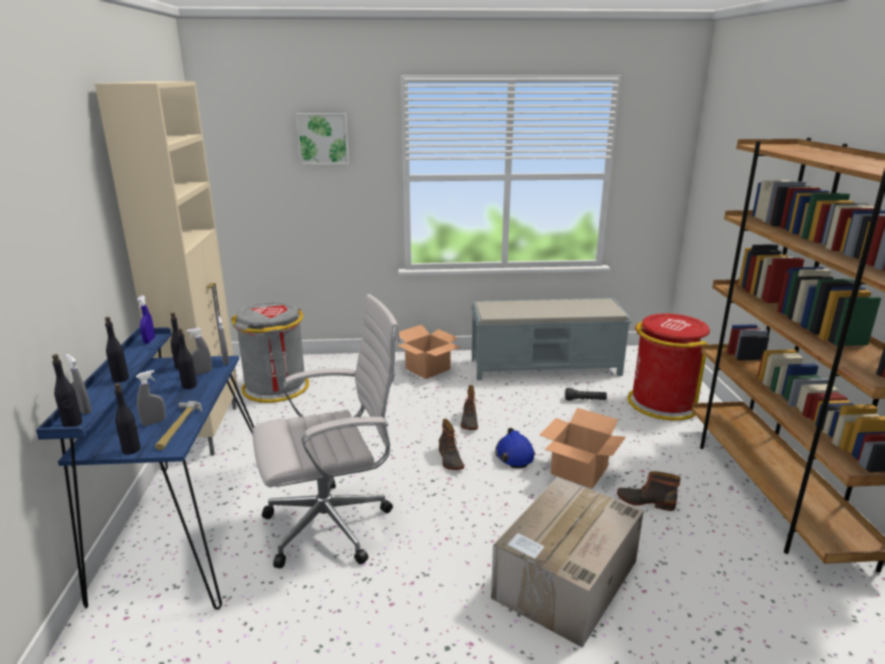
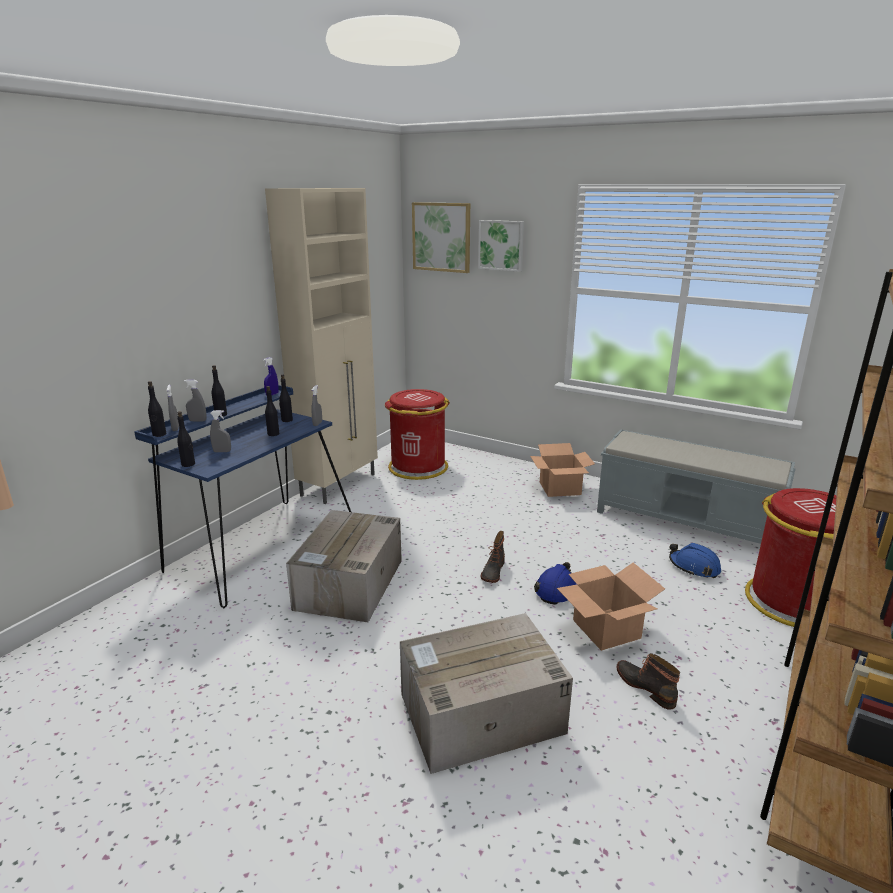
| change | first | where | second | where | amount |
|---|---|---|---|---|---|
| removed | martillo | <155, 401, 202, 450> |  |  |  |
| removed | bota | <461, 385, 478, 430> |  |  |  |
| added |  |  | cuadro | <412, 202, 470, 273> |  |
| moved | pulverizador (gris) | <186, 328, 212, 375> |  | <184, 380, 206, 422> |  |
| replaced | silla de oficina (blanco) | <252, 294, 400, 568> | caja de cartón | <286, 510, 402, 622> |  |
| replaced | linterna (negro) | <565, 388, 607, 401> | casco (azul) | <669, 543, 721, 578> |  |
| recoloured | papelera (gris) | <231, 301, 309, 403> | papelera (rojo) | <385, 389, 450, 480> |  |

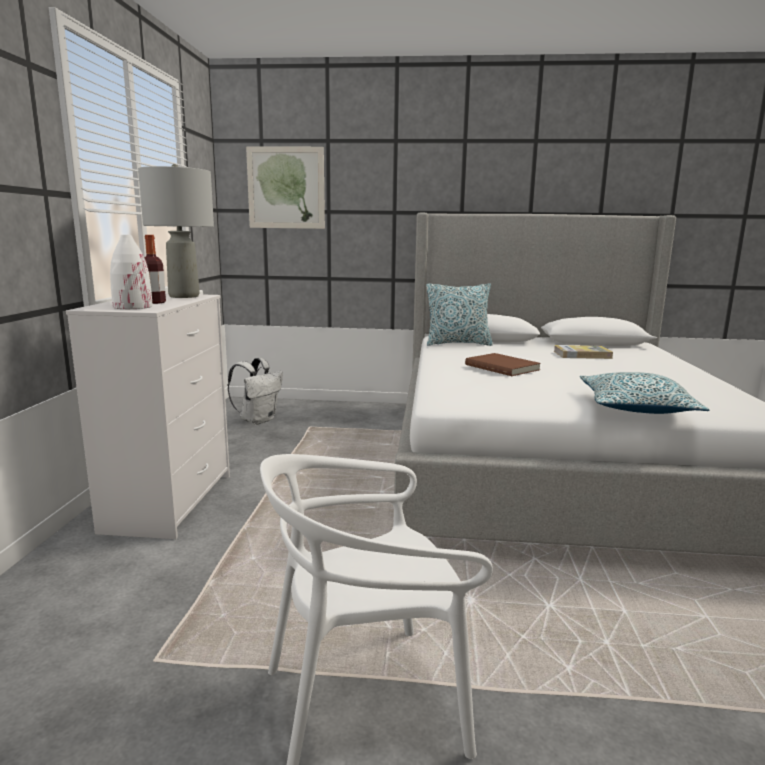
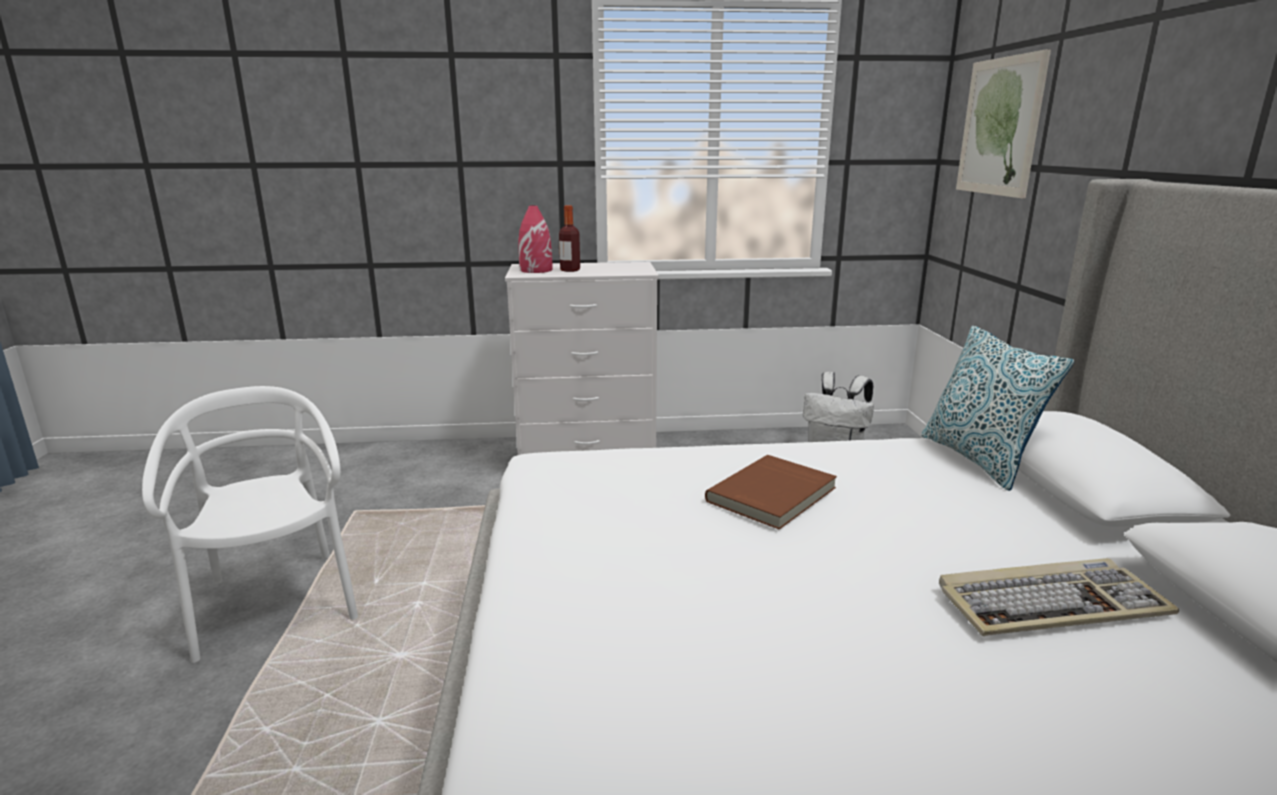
| change | first | where | second | where | amount |
|---|---|---|---|---|---|
| removed | lámpara de mesa (gris) | <138, 164, 214, 298> |  |  |  |
| removed | cojín | <580, 372, 710, 414> |  |  |  |
| replaced | libro | <554, 345, 613, 359> | teclado | <939, 558, 1179, 636> |  |
| recoloured | florero (blanco) | <110, 235, 152, 309> | florero (rojo) | <518, 205, 553, 273> |  |

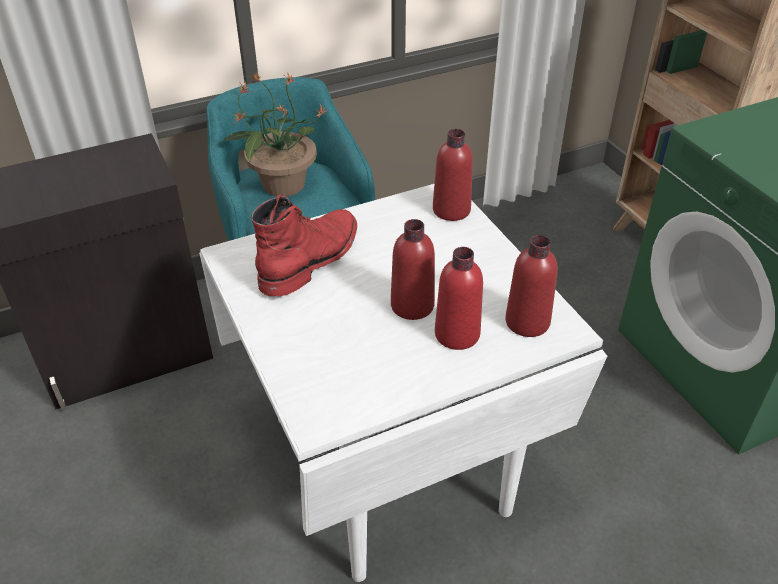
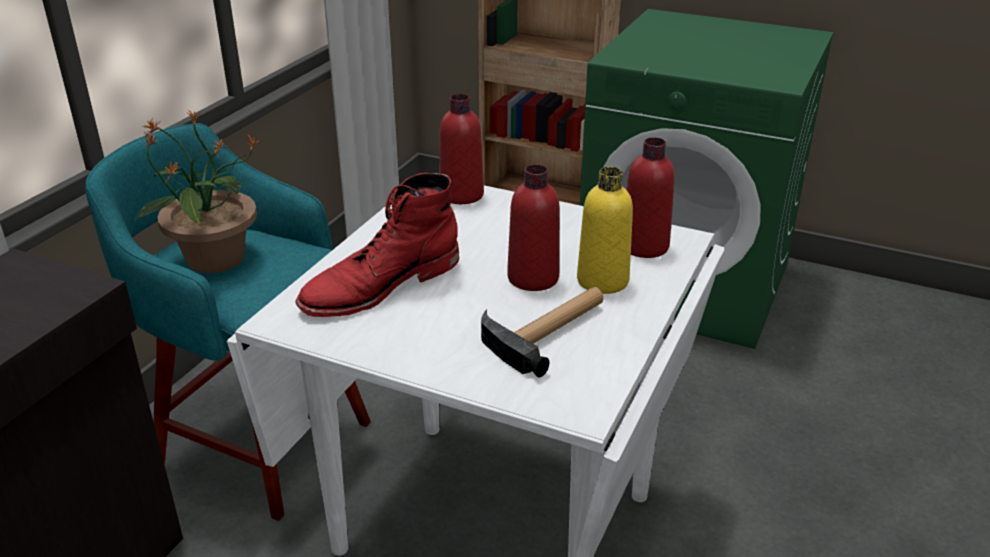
| change | first | where | second | where | amount |
|---|---|---|---|---|---|
| added |  |  | martillo | <481, 287, 603, 377> |  |
| recoloured | botella (rojo) | <435, 247, 483, 350> | botella (amarillo) | <577, 167, 633, 294> |  |
| turned | bota (rojo) | <252, 195, 357, 296> |  | <295, 173, 459, 317> | 120 degrees counterclockwise |

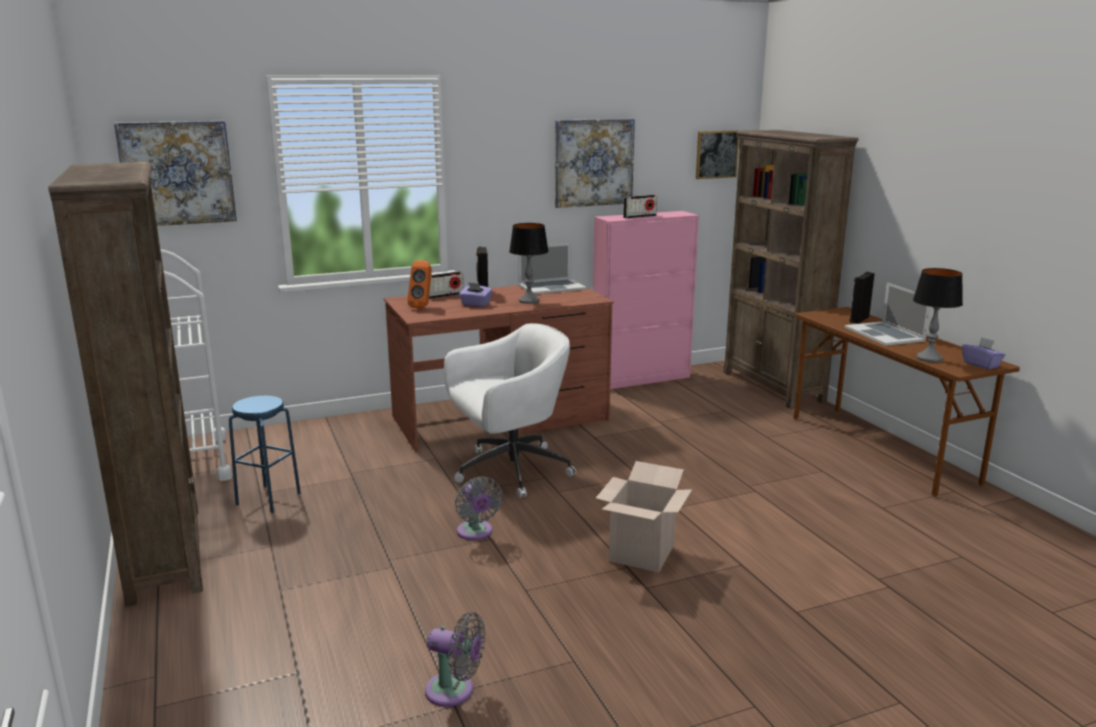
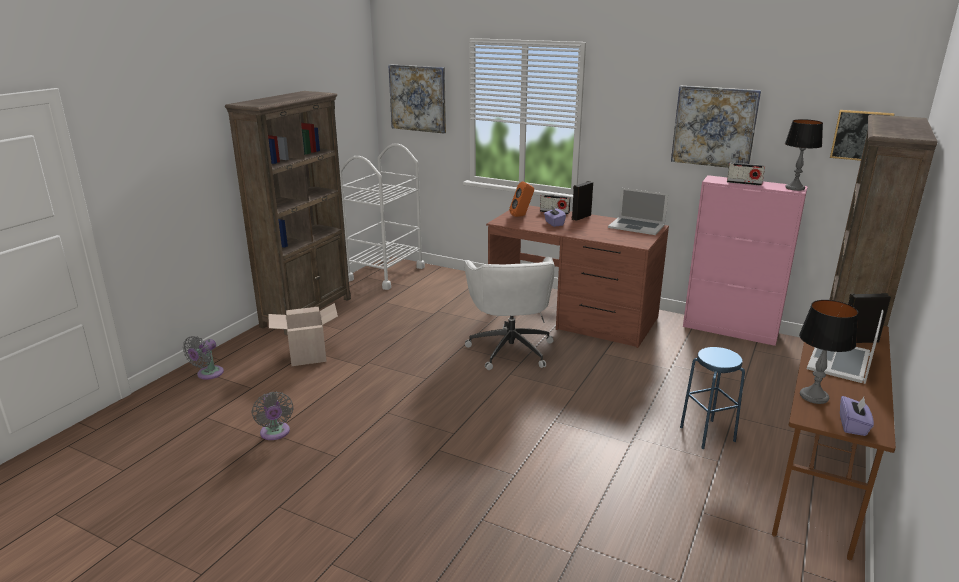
| change | first | where | second | where | amount |
|---|---|---|---|---|---|
| moved | taburete (azul) | <229, 396, 301, 513> |  | <680, 347, 745, 449> |  |
| moved | ventilador (gris) | <455, 476, 503, 540> |  | <183, 336, 224, 380> |  |
| moved | lámpara de mesa | <509, 223, 549, 304> |  | <785, 119, 823, 191> |  |
| moved | caja de cartón | <596, 461, 692, 572> |  | <268, 303, 338, 366> |  |
| turned | silla de oficina (blanco) | <444, 323, 576, 498> |  | <464, 257, 555, 370> | 60 degrees clockwise |

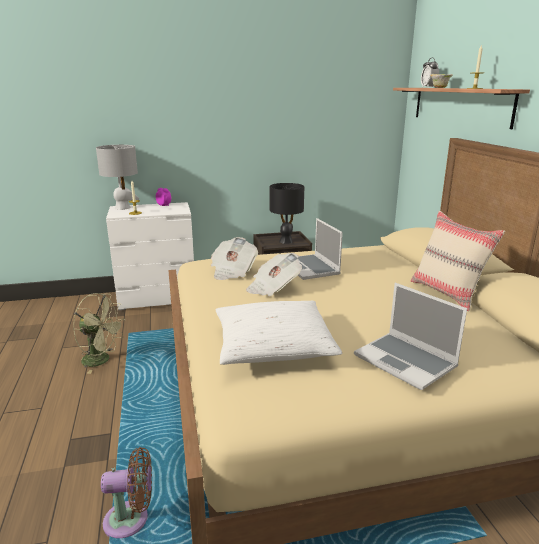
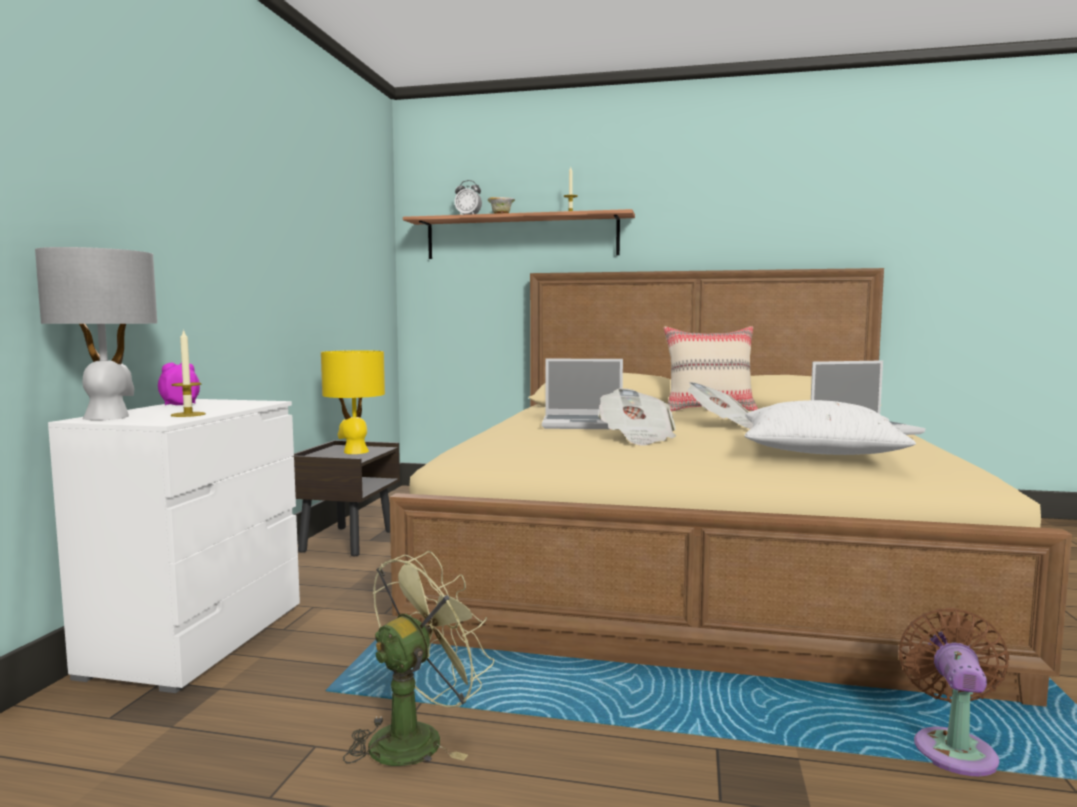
| change | first | where | second | where | amount |
|---|---|---|---|---|---|
| moved | periódico | <211, 237, 258, 280> |  | <688, 382, 753, 429> |  |
| recoloured | lámpara de mesa (negro) | <270, 183, 304, 244> | lámpara de mesa (amarillo) | <321, 350, 385, 454> |  |

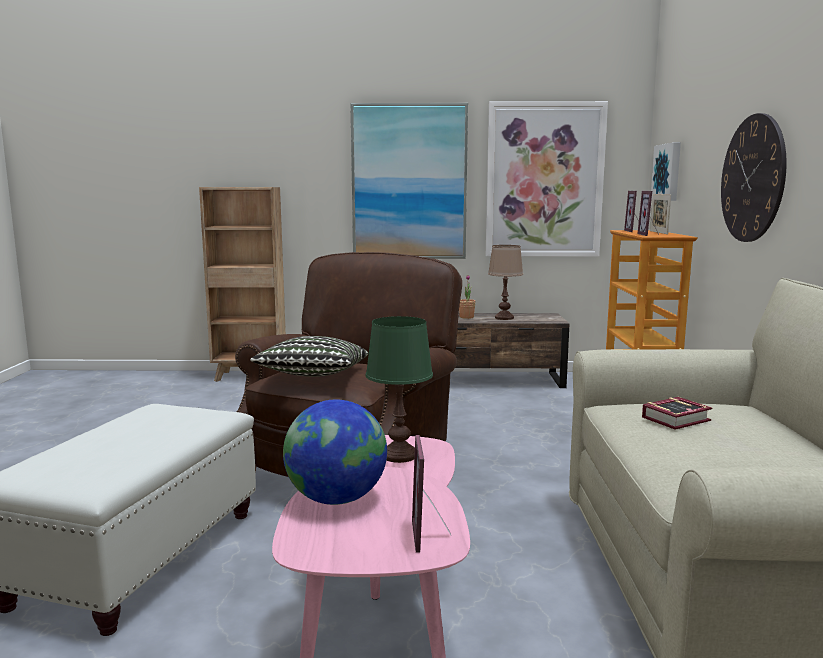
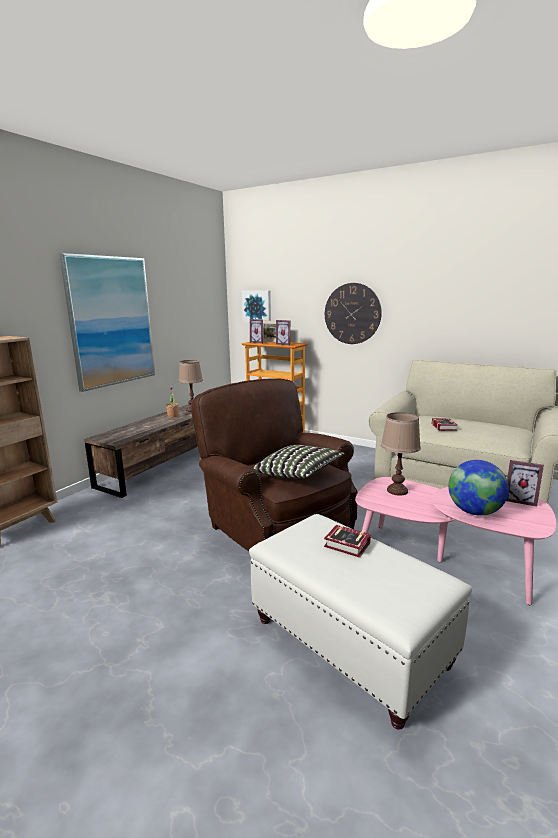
| change | first | where | second | where | amount |
|---|---|---|---|---|---|
| removed | cuadro | <486, 101, 608, 257> |  |  |  |
| added |  |  | libro | <324, 525, 371, 558> |  |
| recoloured | lámpara de mesa (verde) | <366, 316, 433, 463> | lámpara de mesa (marrón) | <381, 412, 421, 496> |  |

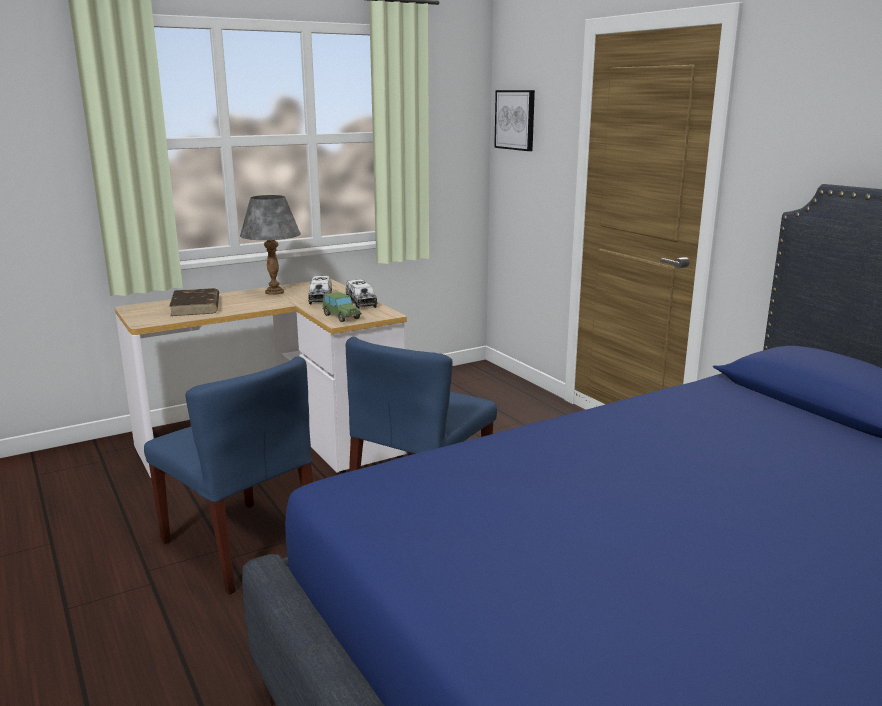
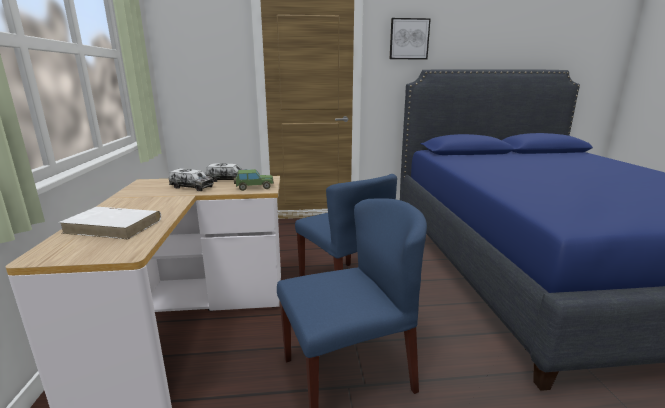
| change | first | where | second | where | amount |
|---|---|---|---|---|---|
| removed | lámpara de mesa (gris) | <240, 195, 301, 295> |  |  |  |
| moved | cuadro | <494, 90, 535, 151> |  | <390, 18, 431, 59> |  |
| recoloured | libro (marrón) | <169, 288, 219, 316> | libro (blanco) | <58, 207, 161, 239> |  |

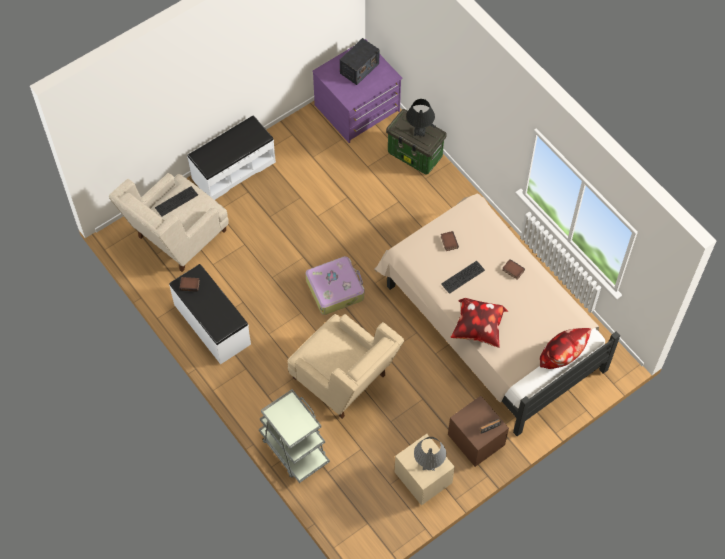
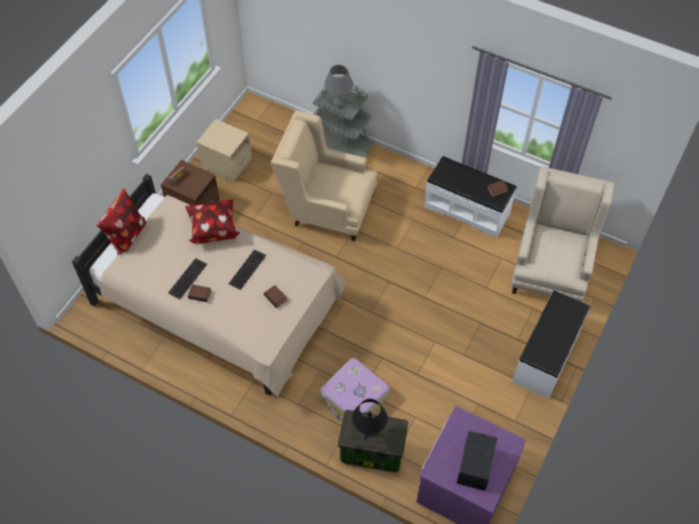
| change | first | where | second | where | amount |
|---|---|---|---|---|---|
| moved | teclado | <155, 186, 198, 217> |  | <168, 258, 207, 299> |  |
| moved | maleta | <306, 256, 364, 315> |  | <320, 358, 390, 420> |  |
| moved | lámpara de mesa (gris) | <414, 437, 446, 471> |  | <324, 65, 353, 108> |  |

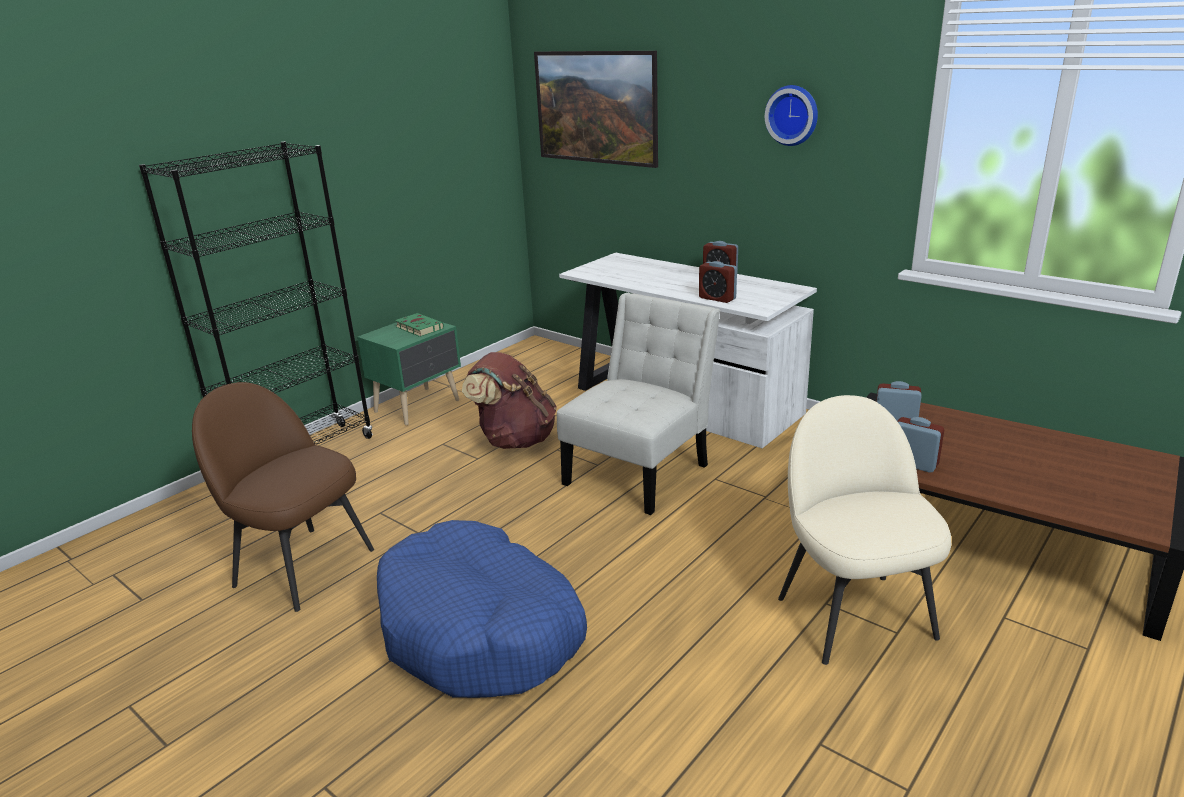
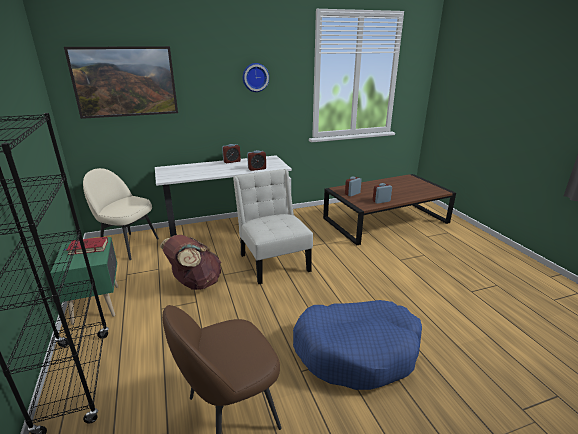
| change | first | where | second | where | amount |
|---|---|---|---|---|---|
| moved | silla (beis) | <778, 395, 951, 665> |  | <83, 168, 159, 260> |  |
| recoloured | libro (verde) | <395, 313, 444, 337> | libro (rojo) | <65, 237, 108, 255> |  |

